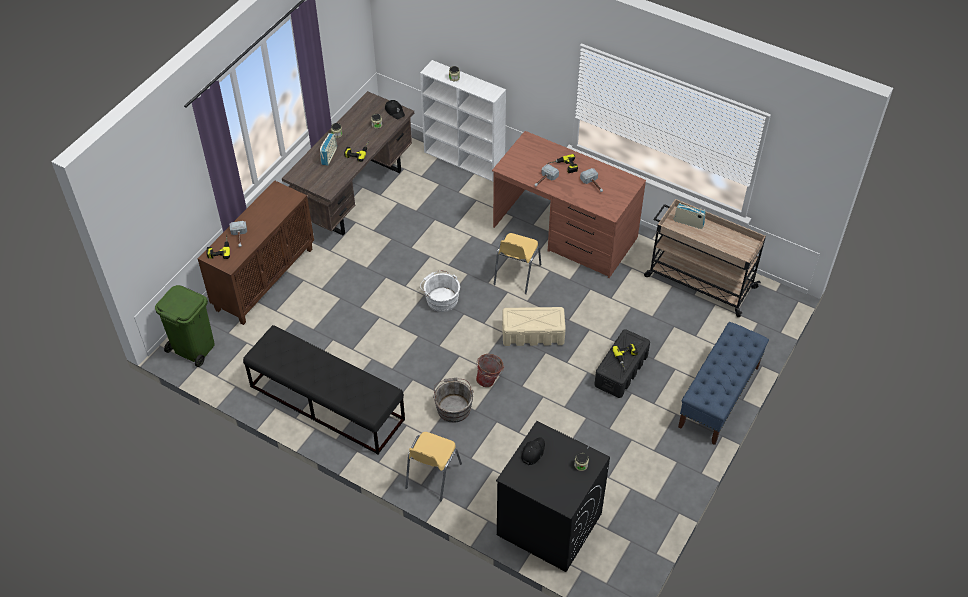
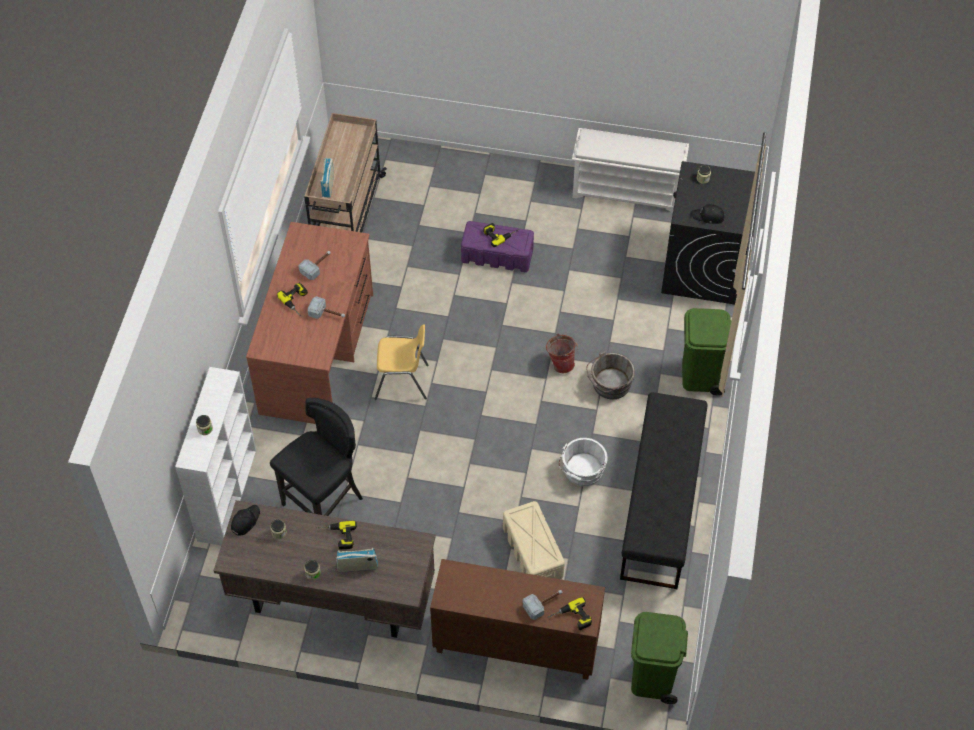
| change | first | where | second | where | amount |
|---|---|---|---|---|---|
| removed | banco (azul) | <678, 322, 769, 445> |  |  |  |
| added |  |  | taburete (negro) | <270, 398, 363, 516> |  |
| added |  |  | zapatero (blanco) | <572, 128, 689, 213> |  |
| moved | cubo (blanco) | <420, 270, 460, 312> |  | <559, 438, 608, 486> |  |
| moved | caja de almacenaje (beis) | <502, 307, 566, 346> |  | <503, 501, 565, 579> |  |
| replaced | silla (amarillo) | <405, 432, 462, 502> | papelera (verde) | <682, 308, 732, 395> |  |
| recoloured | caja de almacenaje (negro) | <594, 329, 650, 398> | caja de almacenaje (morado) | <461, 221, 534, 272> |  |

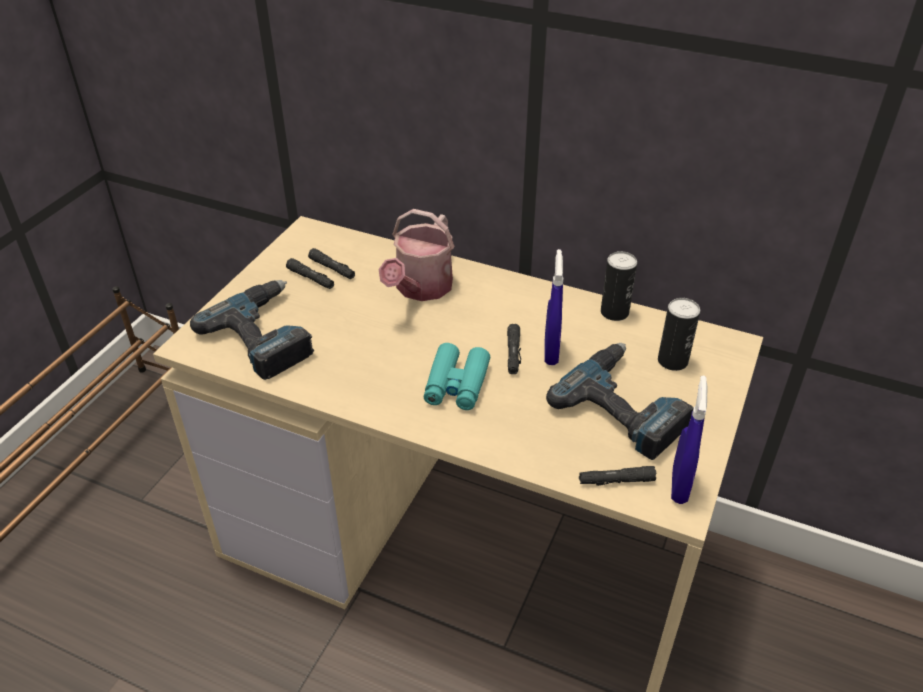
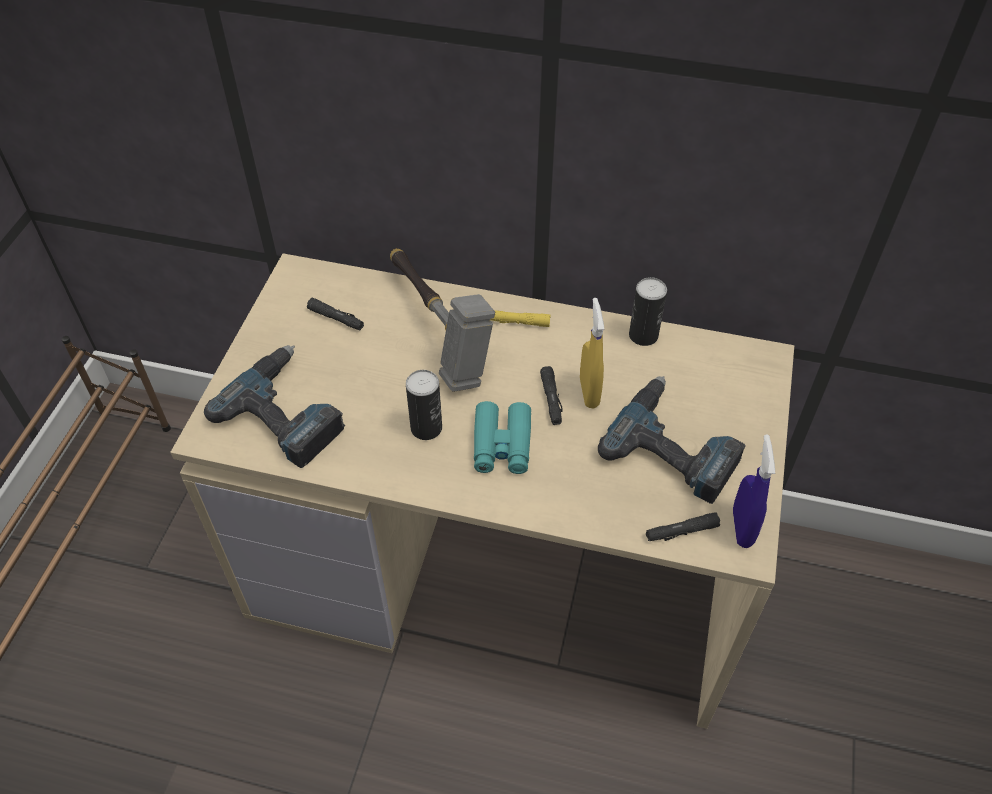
| change | first | where | second | where | amount |
|---|---|---|---|---|---|
| removed | linterna (negro) | <286, 258, 334, 289> |  |  |  |
| added |  |  | linterna (amarillo) | <490, 311, 551, 327> |  |
| moved | lata | <658, 298, 700, 371> |  | <406, 370, 442, 440> |  |
| replaced | regadera | <379, 209, 455, 301> | martillo | <390, 249, 495, 392> |  |
| recoloured | pulverizador (azul) | <544, 249, 563, 365> | pulverizador (amarillo) | <580, 298, 604, 409> |  |

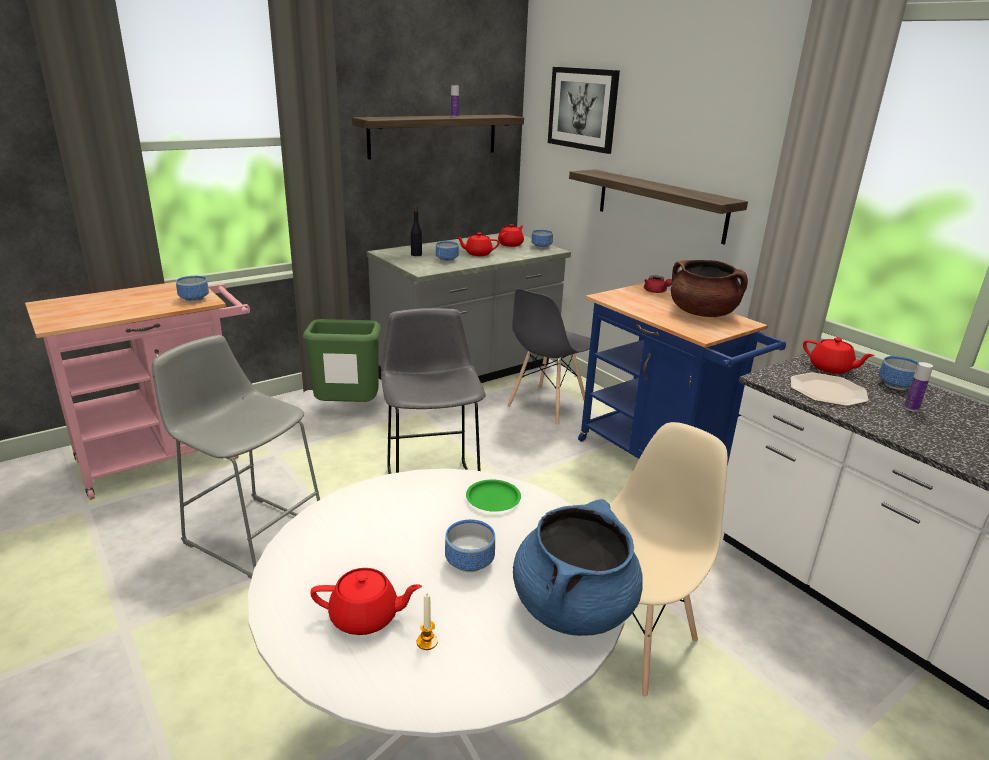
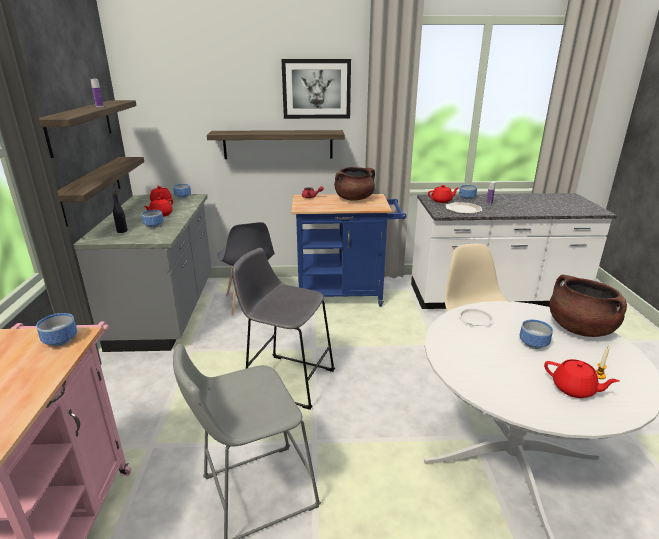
| change | first | where | second | where | amount |
|---|---|---|---|---|---|
| removed | papelera (verde) | <303, 319, 381, 402> |  |  |  |
| added |  |  | estante | <58, 157, 144, 227> |  |
| moved | cuadro | <548, 67, 620, 154> |  | <281, 59, 351, 119> |  |
| recoloured | plato (verde) | <466, 480, 521, 512> | plato (blanco) | <459, 308, 494, 326> |  |
| recoloured | olla (azul) | <513, 499, 643, 636> | olla (marrón) | <549, 274, 627, 337> |  |
| turned | tetera (rojo) | <310, 568, 422, 635> |  | <544, 359, 620, 398> | 90 degrees clockwise |

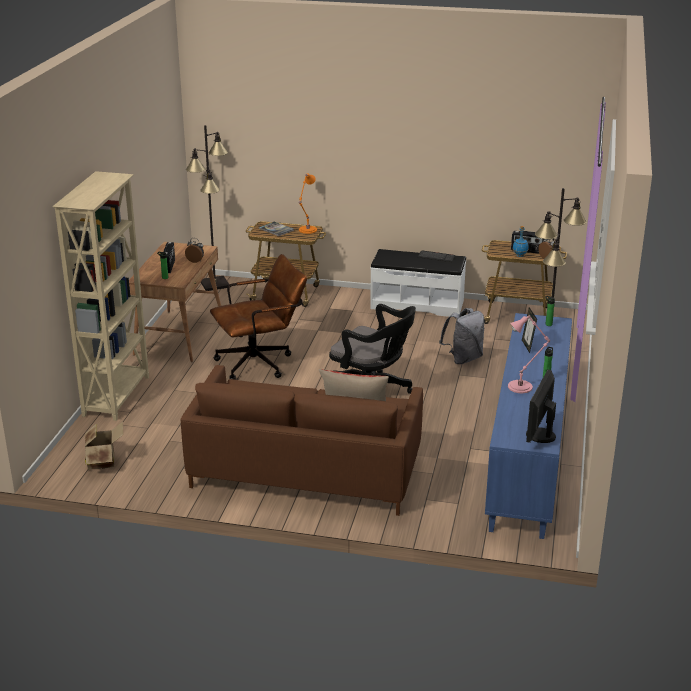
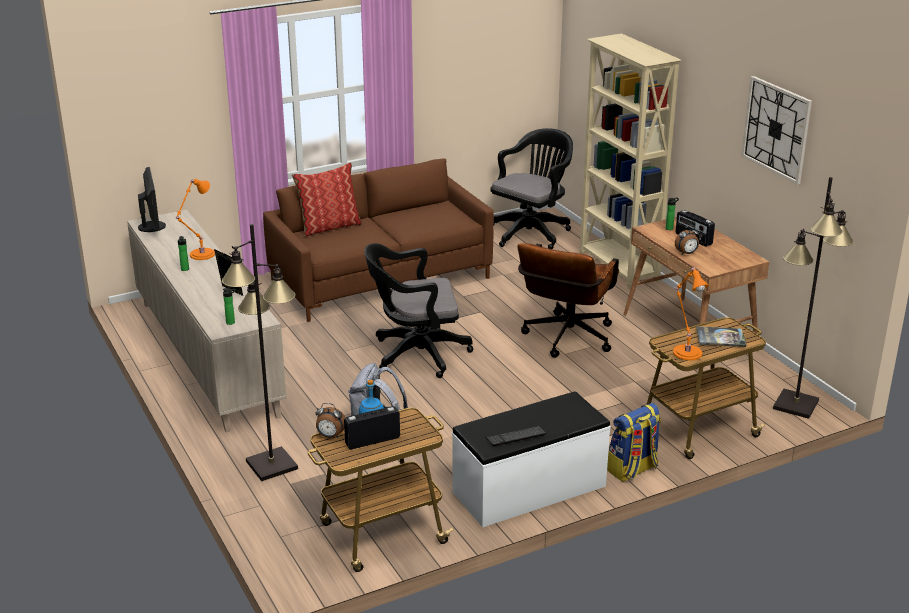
| change | first | where | second | where | amount |
|---|---|---|---|---|---|
| added |  |  | mochila | <607, 403, 661, 482> |  |
| added |  |  | reloj de pared | <742, 76, 812, 185> |  |
| replaced | caja de cartón | <85, 421, 123, 469> | silla de oficina (negro) | <490, 128, 573, 249> |  |
| recoloured | armario (azul) | <485, 313, 572, 539> | armario (beis) | <127, 210, 286, 433> |  |
| recoloured | lámpara de mesa (rosa) | <508, 315, 550, 393> | lámpara de mesa (naranja) | <176, 179, 215, 260> |  |

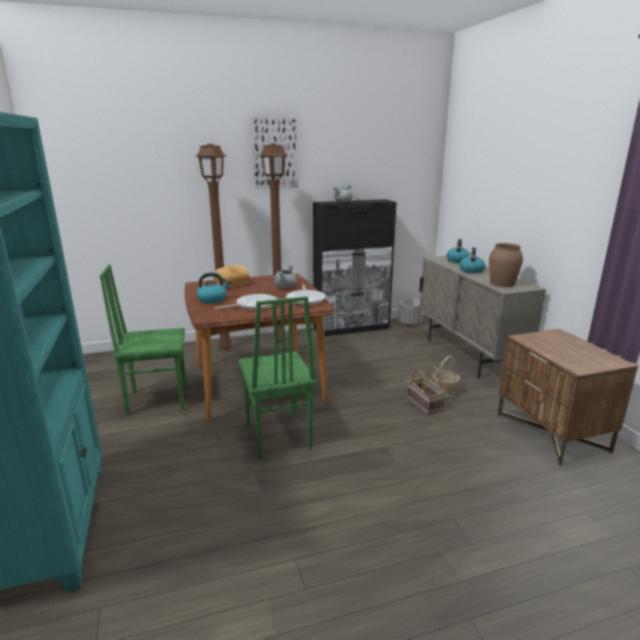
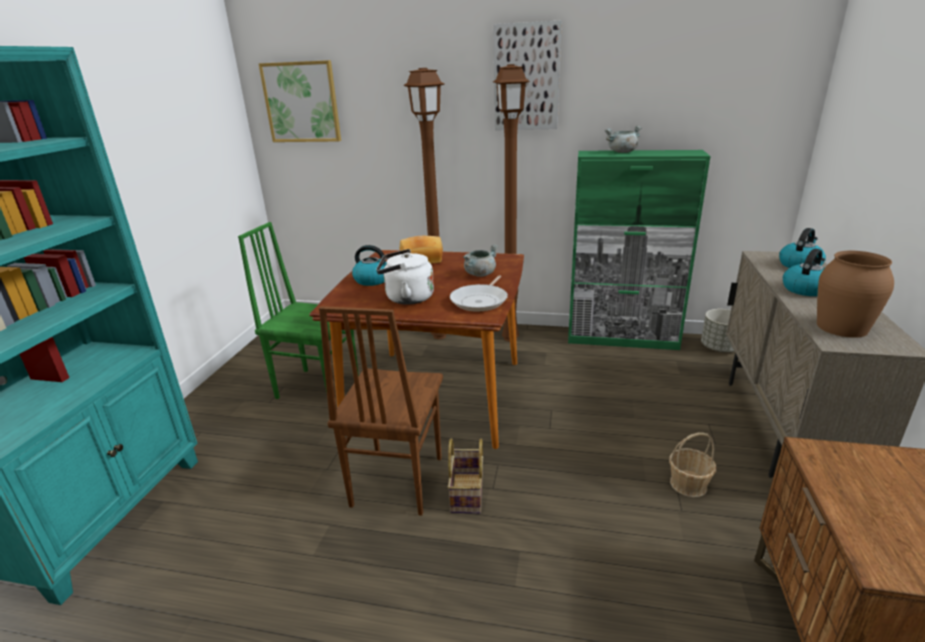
| change | first | where | second | where | amount |
|---|---|---|---|---|---|
| added |  |  | cuadro | <258, 60, 341, 142> |  |
| moved | cesta | <407, 366, 446, 415> |  | <448, 438, 483, 513> |  |
| replaced | sartén | <214, 294, 277, 310> | hervidor (blanco) | <376, 249, 434, 305> |  |
| recoloured | silla (verde) | <238, 296, 317, 459> | silla (marrón) | <319, 306, 443, 516> |  |
| recoloured | armario (negro) | <313, 199, 397, 336> | armario (verde) | <568, 150, 711, 350> |  |

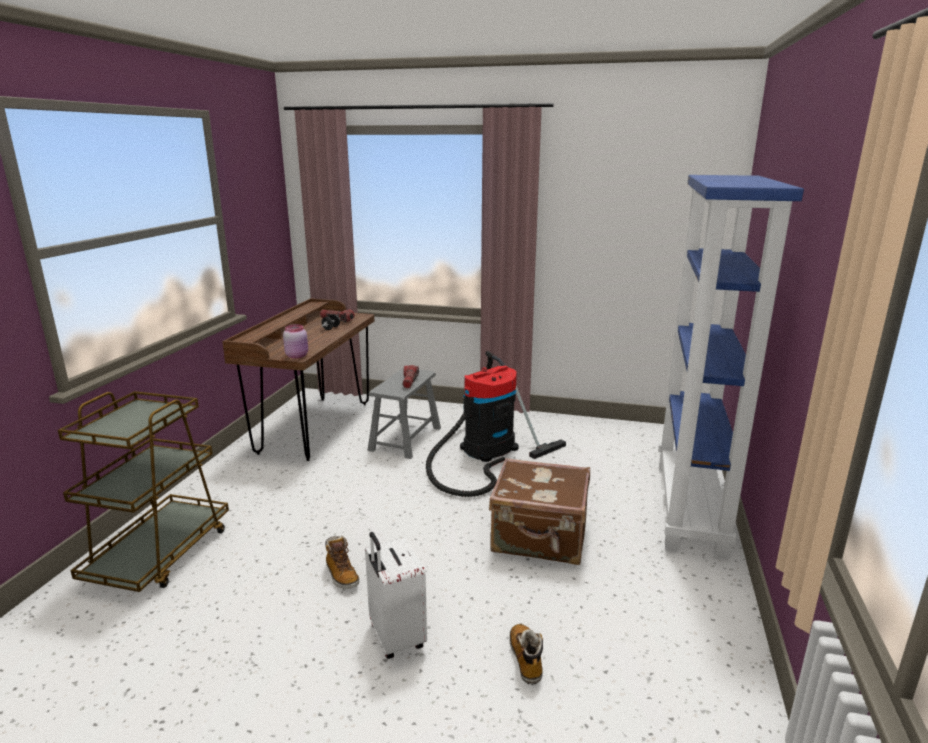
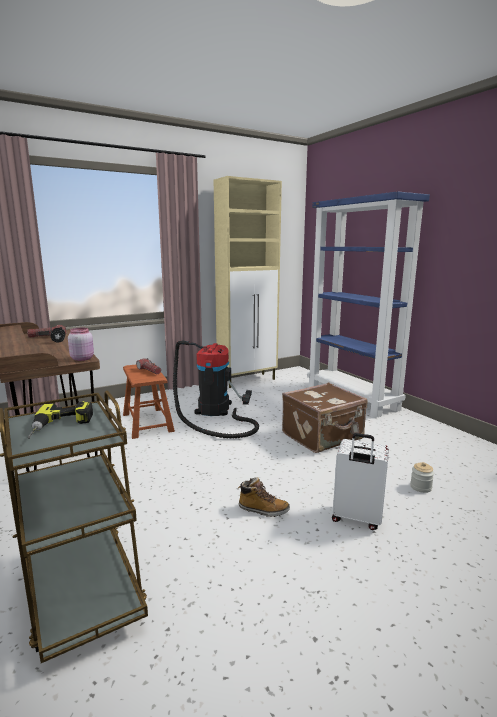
| change | first | where | second | where | amount |
|---|---|---|---|---|---|
| added |  |  | taladro | <27, 401, 93, 438> |  |
| added |  |  | armario (beis) | <214, 176, 282, 388> |  |
| replaced | bota | <509, 624, 543, 685> | tarro | <410, 462, 434, 493> |  |
| recoloured | taburete (gris) | <368, 368, 441, 459> | taburete (marrón) | <123, 363, 175, 439> |  |

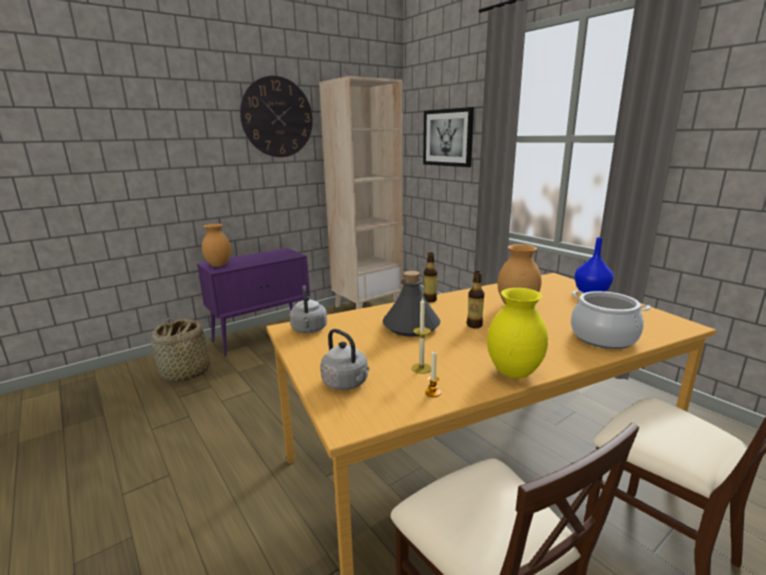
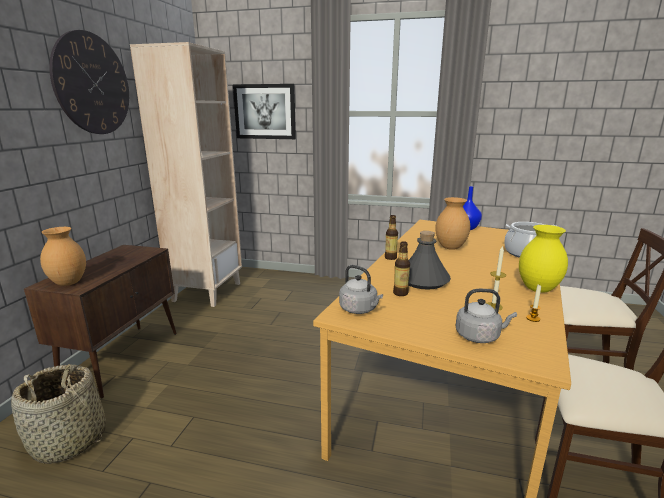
| change | first | where | second | where | amount |
|---|---|---|---|---|---|
| moved | botella | <467, 271, 484, 328> |  | <393, 241, 410, 296> |  |
| recoloured | armario (morado) | <197, 248, 310, 356> | armario (marrón) | <24, 245, 177, 399> |  |

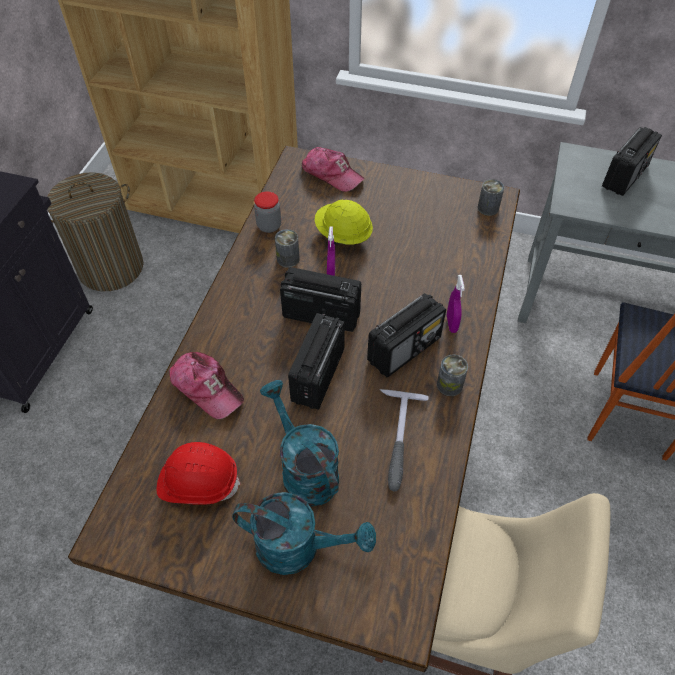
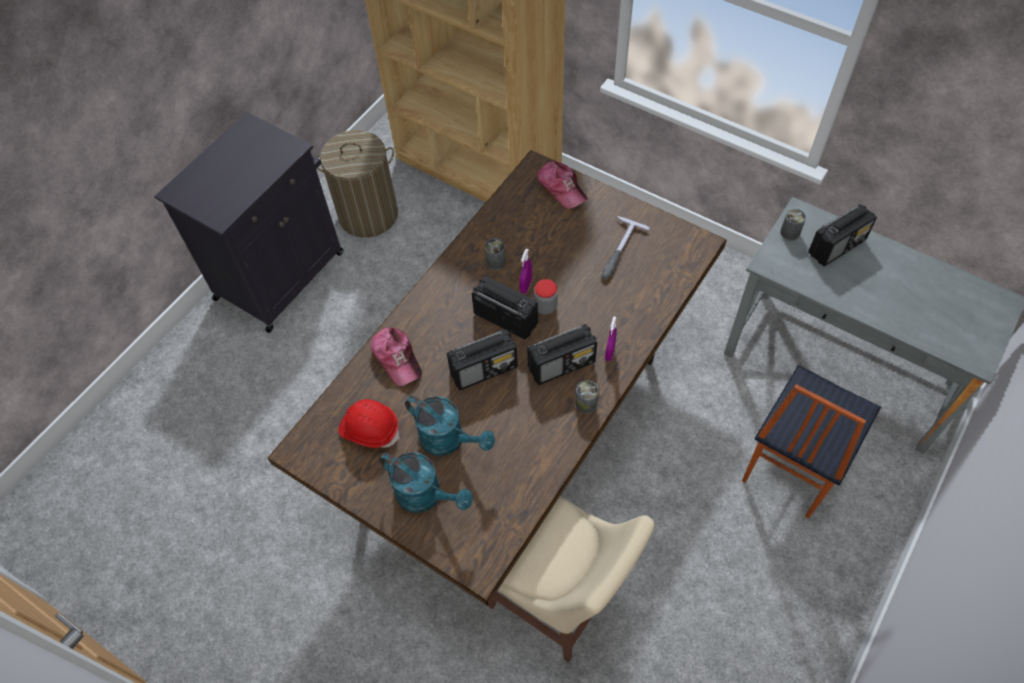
| change | first | where | second | where | amount |
|---|---|---|---|---|---|
| removed | casco (amarillo) | <315, 200, 373, 245> |  |  |  |
| moved | tarro | <254, 191, 281, 233> |  | <534, 279, 558, 315> |  |
| moved | martillo | <380, 389, 429, 491> |  | <601, 216, 650, 280> |  |
| moved | lata | <477, 179, 504, 216> |  | <780, 209, 806, 241> |  |
| turned | regadera (turquesa) | <260, 380, 339, 507> |  | <405, 396, 495, 456> | 135 degrees clockwise |
| turned | radio | <288, 313, 345, 410> |  | <447, 329, 518, 390> | 150 degrees counterclockwise |

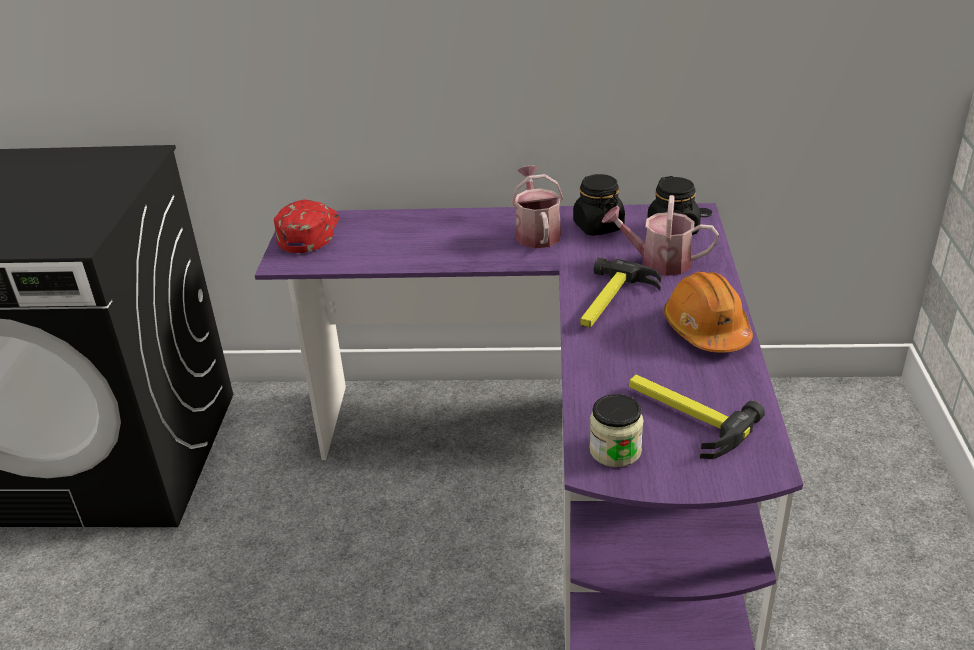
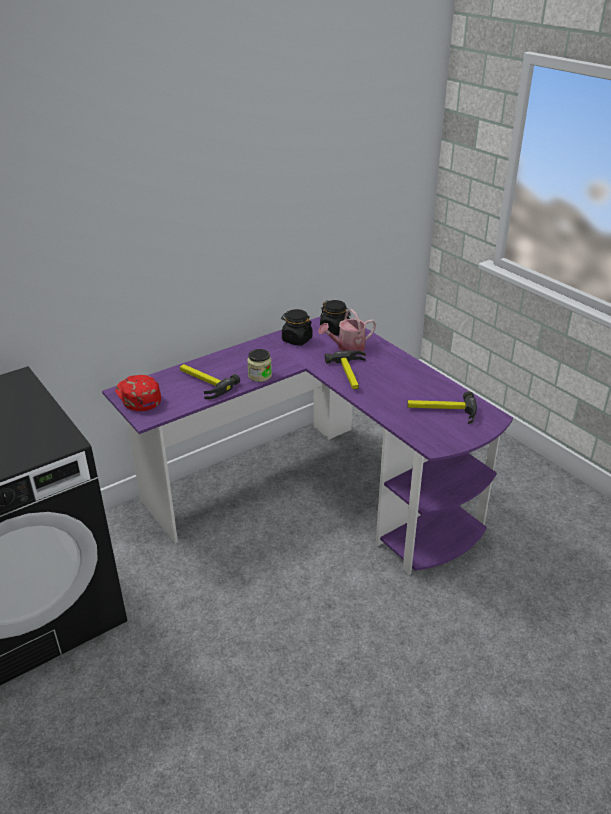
| change | first | where | second | where | amount |
|---|---|---|---|---|---|
| removed | regadera | <512, 166, 564, 249> |  |  |  |
| removed | casco (naranja) | <664, 272, 753, 353> |  |  |  |
| added |  |  | martillo | <180, 364, 240, 400> |  |
| moved | tarro | <589, 394, 643, 467> |  | <247, 349, 272, 382> |  |

